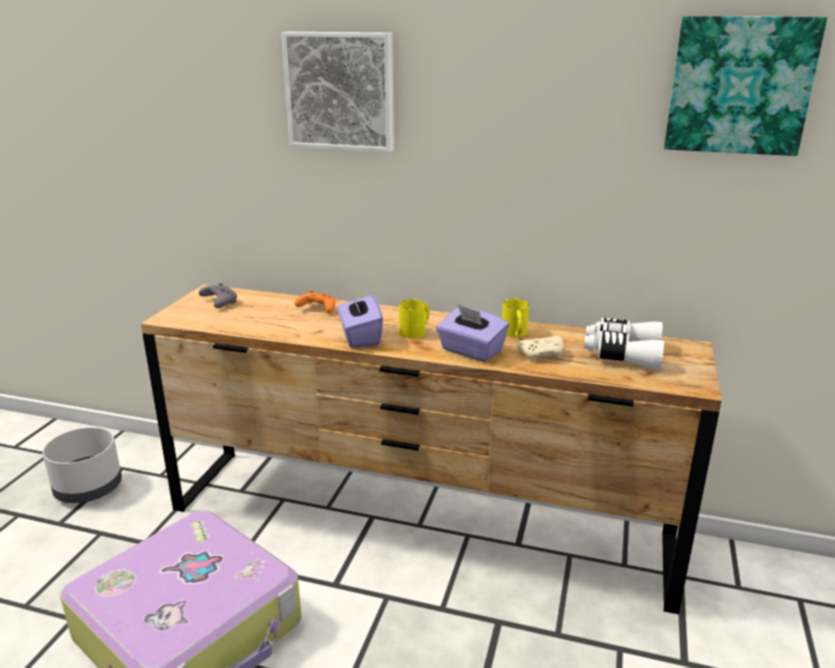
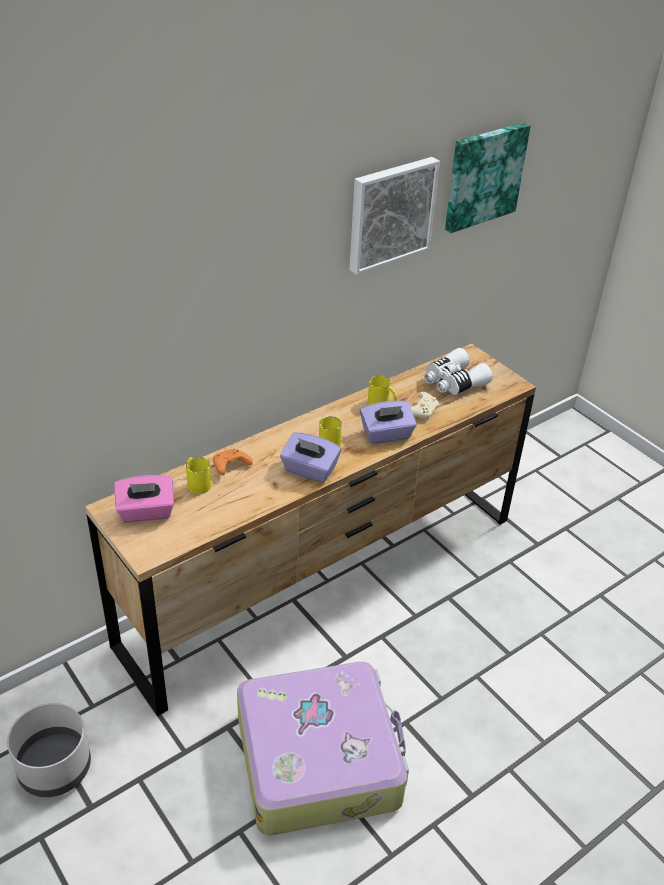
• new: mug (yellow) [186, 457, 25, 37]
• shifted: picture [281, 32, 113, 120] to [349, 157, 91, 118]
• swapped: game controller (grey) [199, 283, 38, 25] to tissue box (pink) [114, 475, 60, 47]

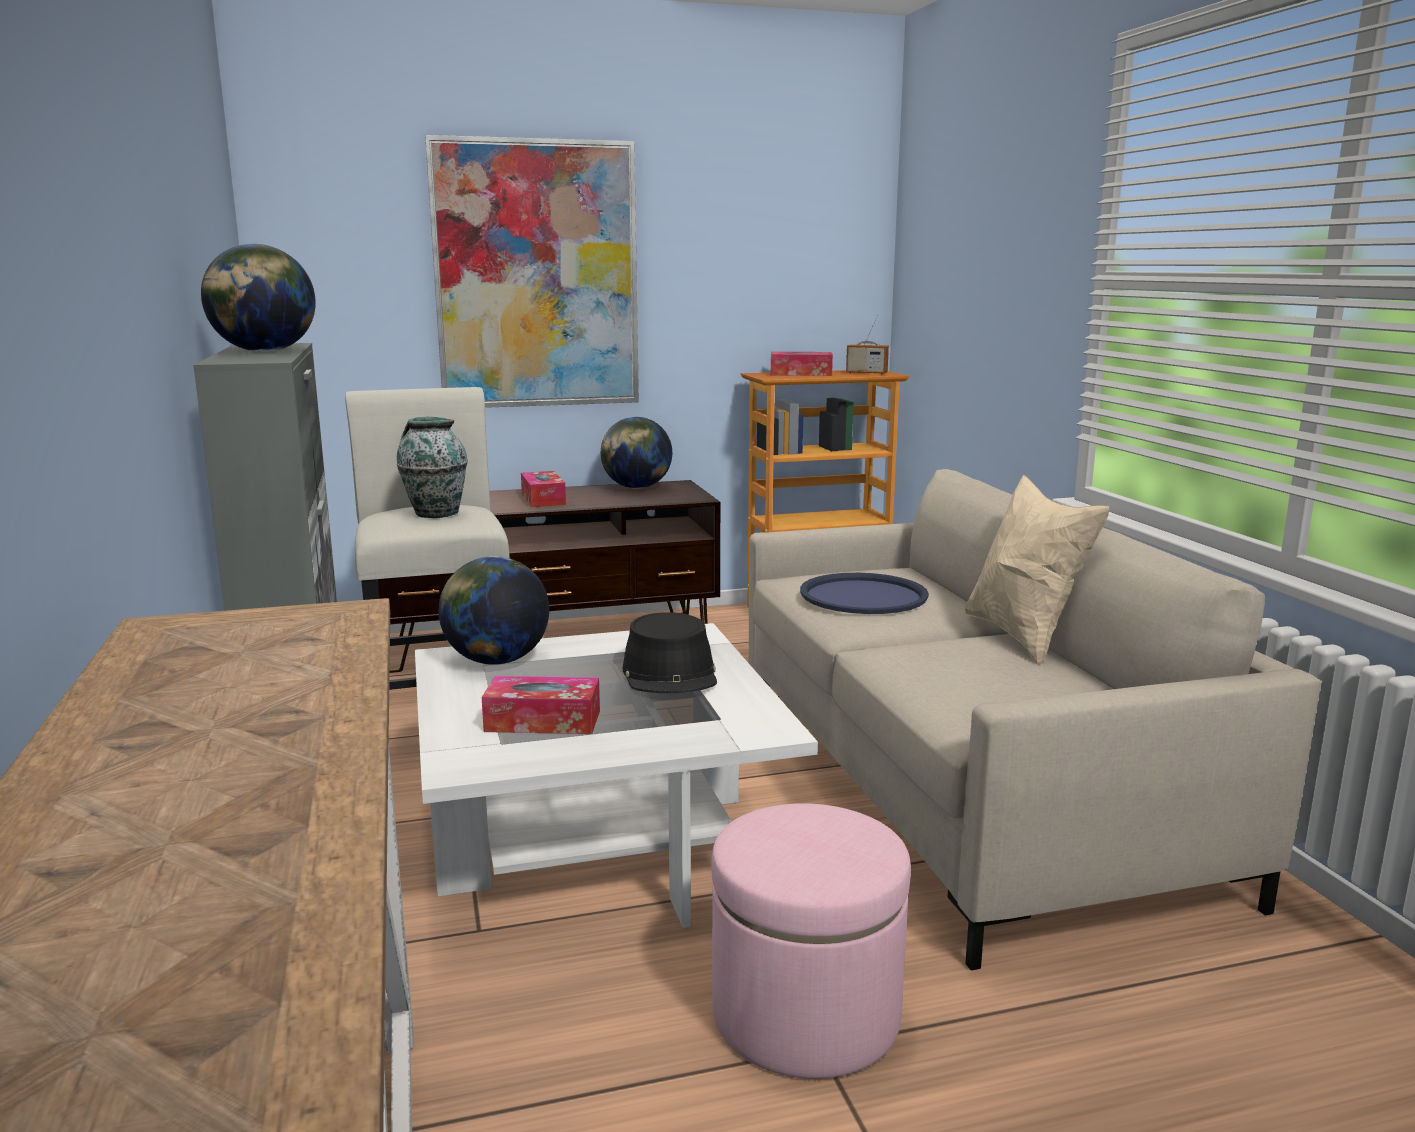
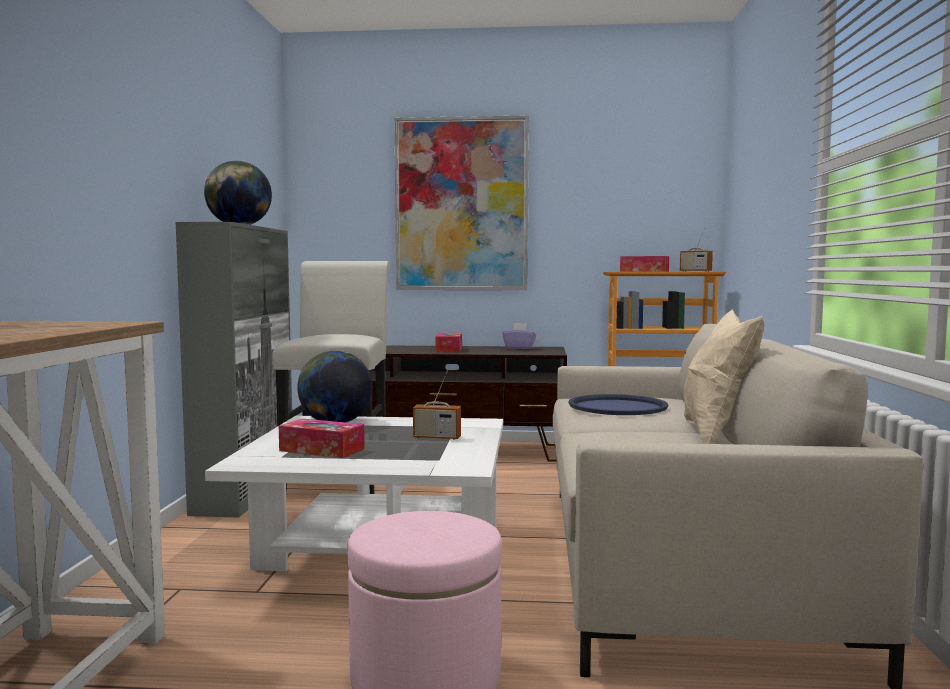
• gone: vase [397, 417, 71, 101]
• swapped: globe [601, 417, 71, 72] to tissue box (purple) [502, 323, 34, 26]
• swapped: hat (black) [622, 612, 95, 81] to radio [413, 371, 48, 69]

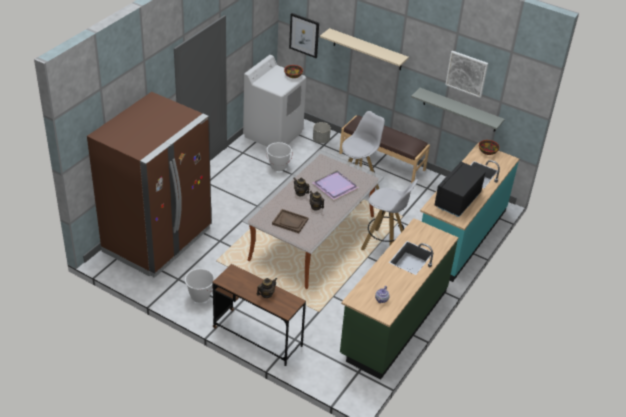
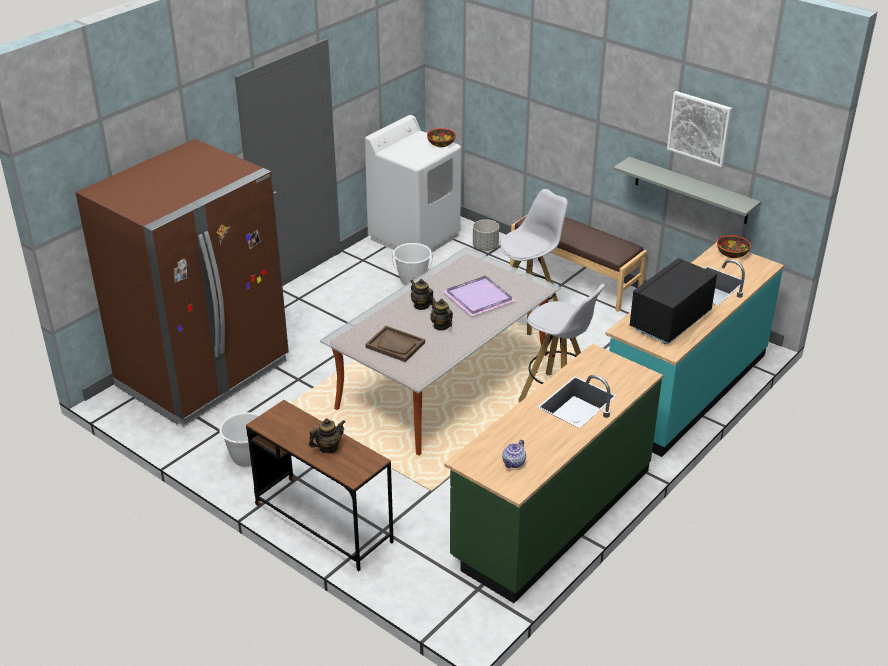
• gone: picture [289, 13, 30, 45]
• gone: shelf (beige) [320, 28, 89, 42]

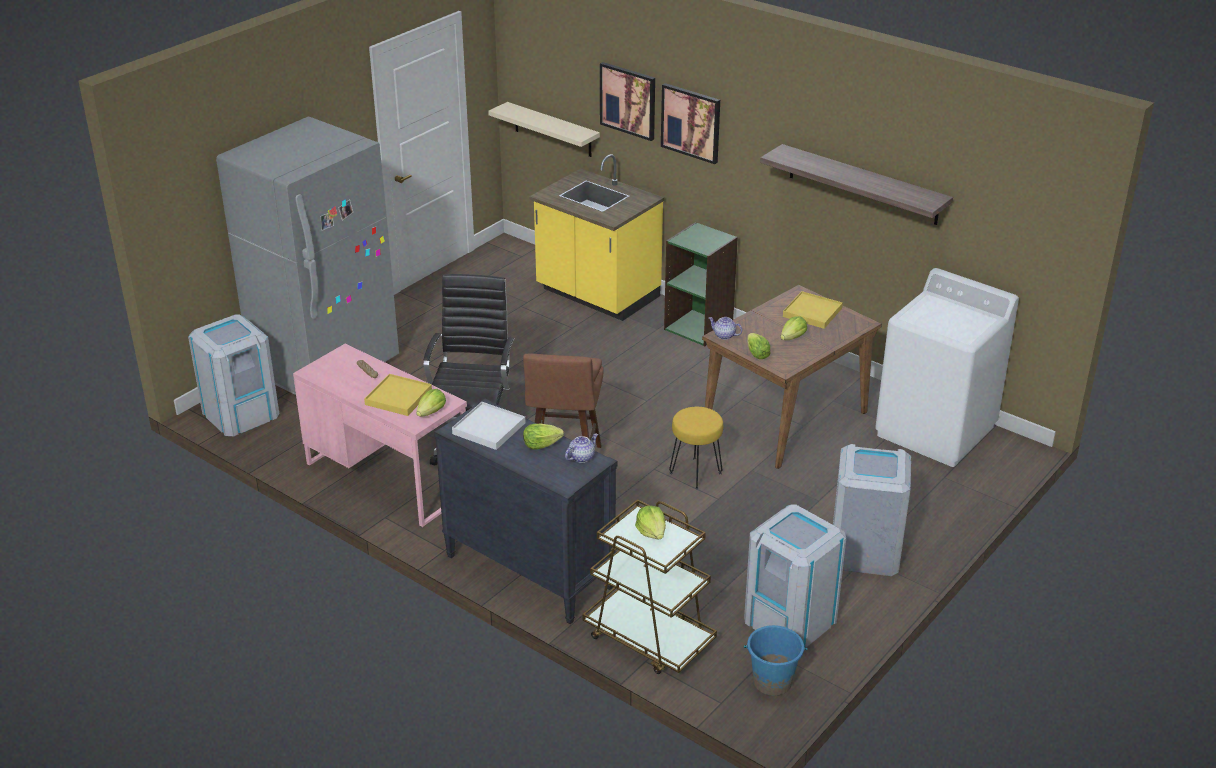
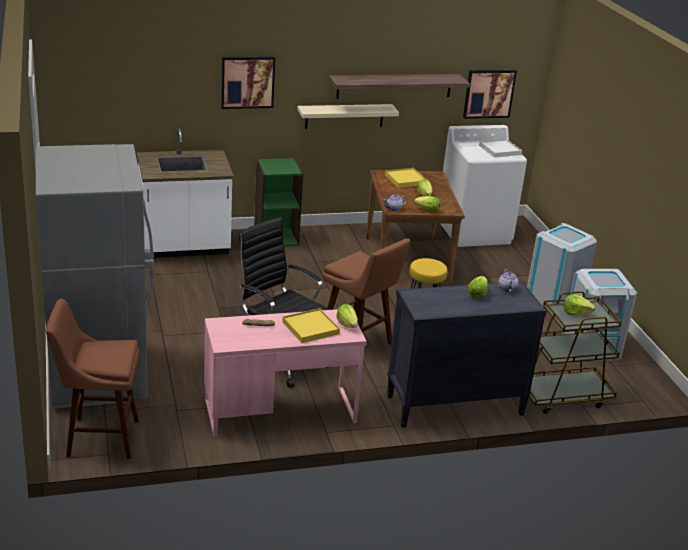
• gone: bucket (blue) [744, 625, 63, 71]
• shifted: tray (white) [452, 402, 73, 48] to [479, 139, 43, 18]
• shifted: shelf (beige) [488, 102, 112, 55] to [297, 104, 102, 25]
• shifted: picture [600, 62, 55, 79] to [463, 70, 54, 49]
• swapped: trash can (grey) [188, 314, 91, 122] to stool (brown) [46, 298, 94, 161]
• repainted: counter (yellow) [530, 154, 134, 167] to counter (white) [137, 128, 97, 130]

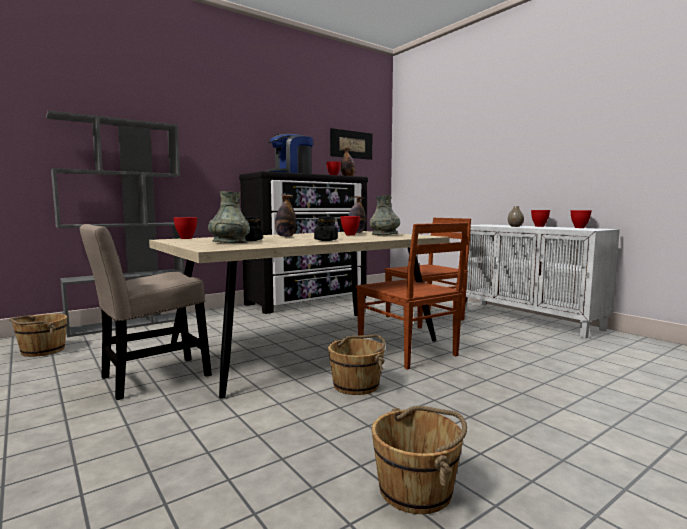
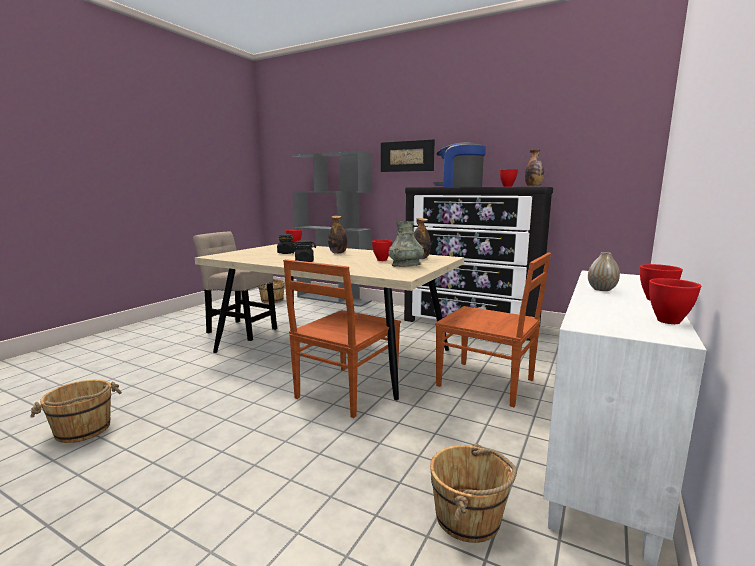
• gone: vase (grey) [208, 191, 42, 52]
• shifted: bucket (brown) [328, 334, 58, 61] to [430, 444, 87, 99]
• shifted: picture [330, 128, 42, 32] to [381, 140, 54, 32]

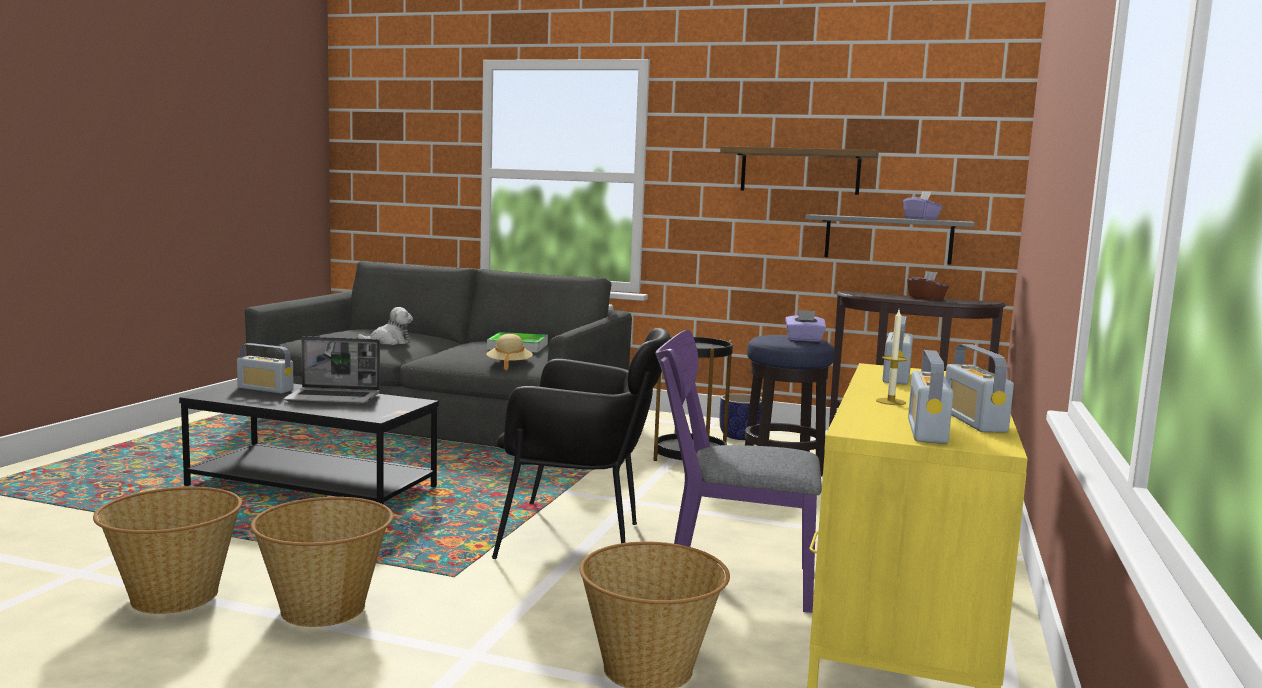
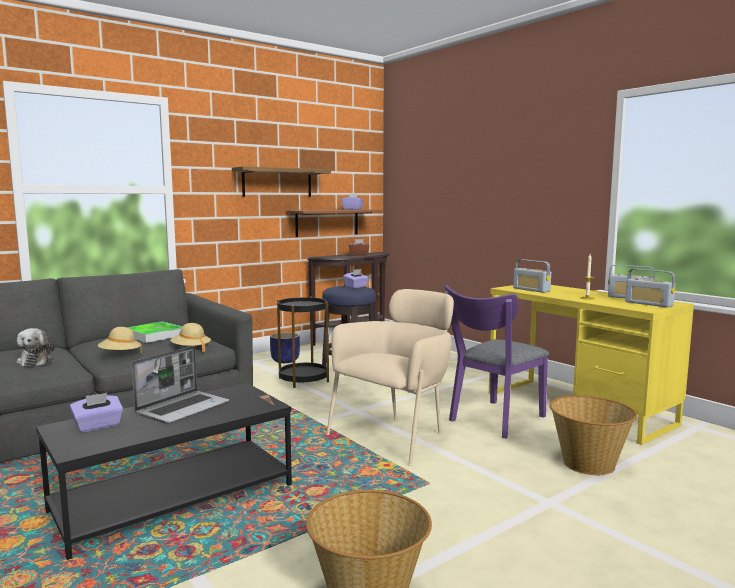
• gone: basket [251, 497, 142, 130]
• new: hat (beige) [98, 327, 44, 27]
• swapped: radio [237, 343, 57, 50] to tissue box (purple) [70, 393, 53, 40]
• repainted: armchair (black) [492, 328, 178, 231] to armchair (beige) [326, 289, 128, 177]
• repainted: shelf (grey) [805, 214, 170, 50] to shelf (brown) [287, 209, 96, 28]
• rotated: plush toy [357, 307, 56, 38] = [16, 328, 39, 39] 150 degrees clockwise

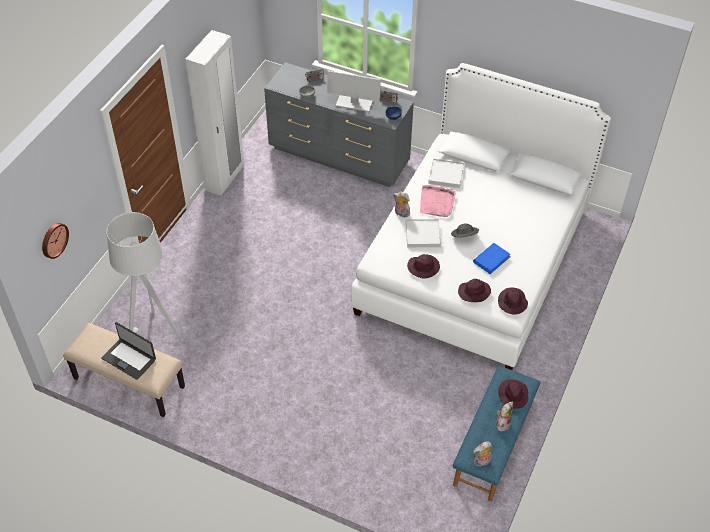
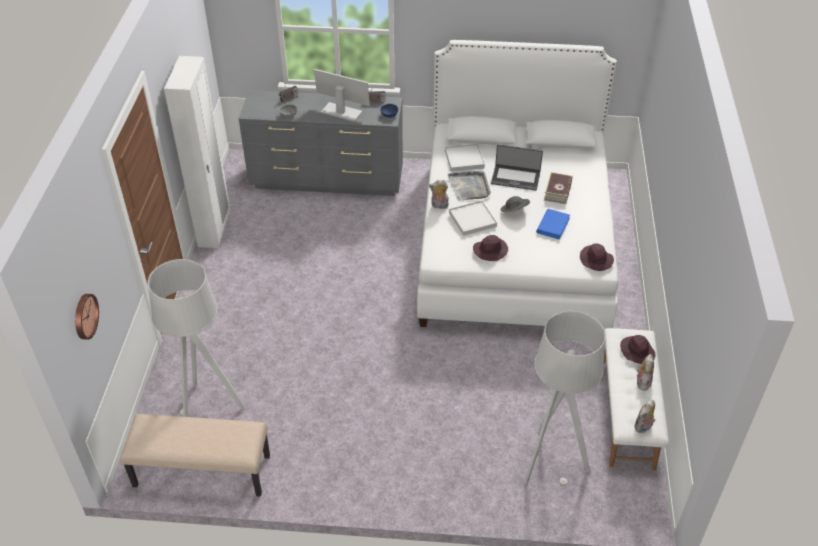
• gone: hat (purple) [458, 279, 33, 23]
• new: floor lamp (grey) [524, 311, 82, 174]
• new: book [544, 172, 28, 32]
• shifted: laptop [101, 322, 55, 58] to [491, 145, 52, 46]
• repainted: tray (pink) [420, 185, 36, 32] to tray (grey) [448, 170, 43, 30]
• repainted: bench (blue) [453, 366, 88, 135] to bench (white) [604, 328, 65, 142]
• rotated: monitor [327, 71, 54, 41] = [314, 69, 56, 53] 150 degrees counterclockwise

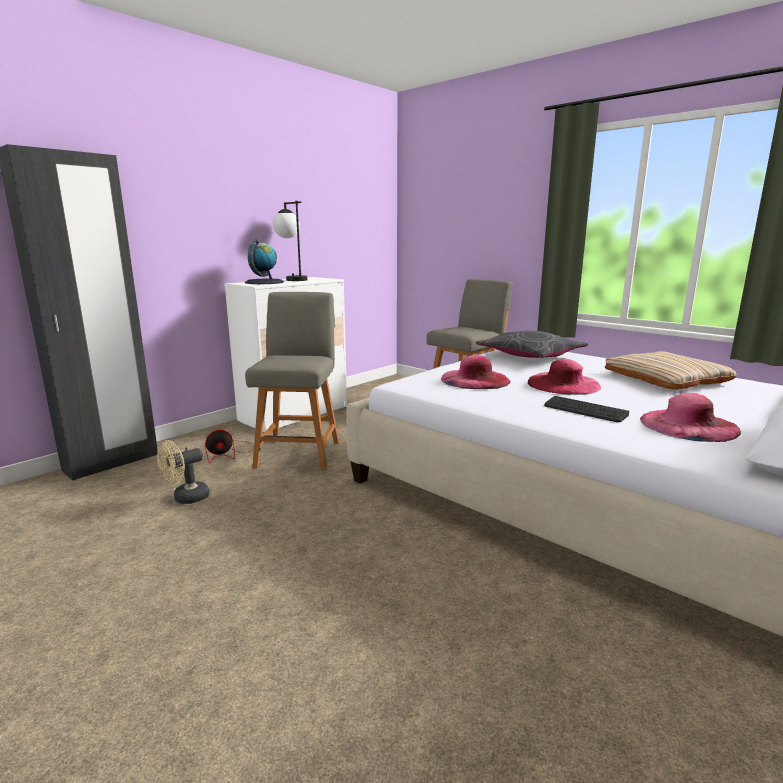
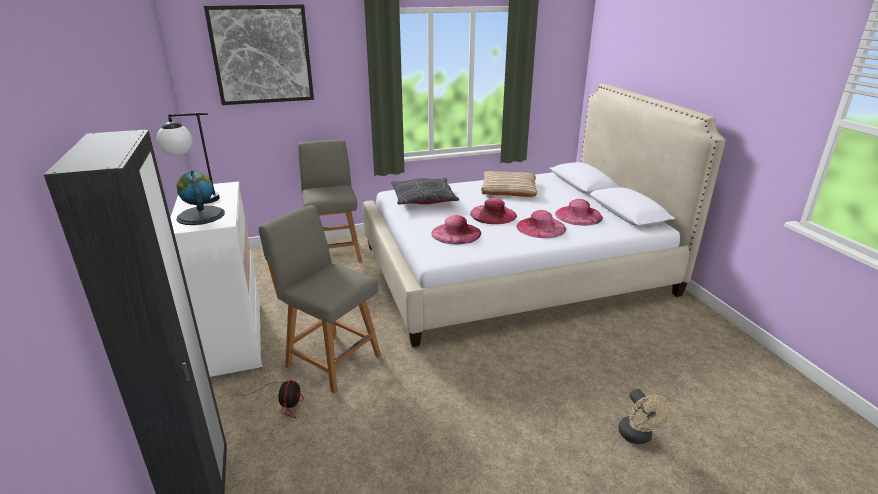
• new: picture [204, 4, 110, 101]
• shifted: fan (beige) [157, 440, 52, 64] to [618, 389, 53, 55]
• swapped: keyboard [544, 396, 85, 26] to hat (pink) [517, 210, 49, 28]

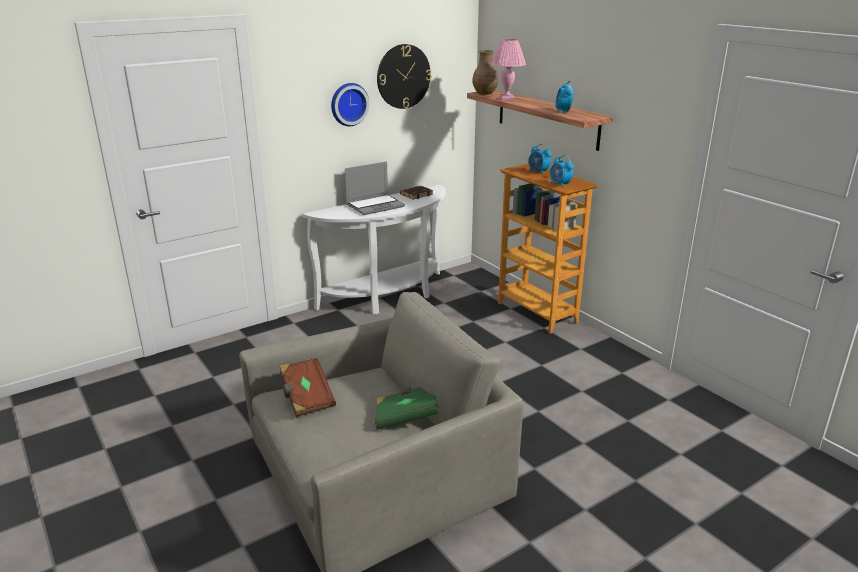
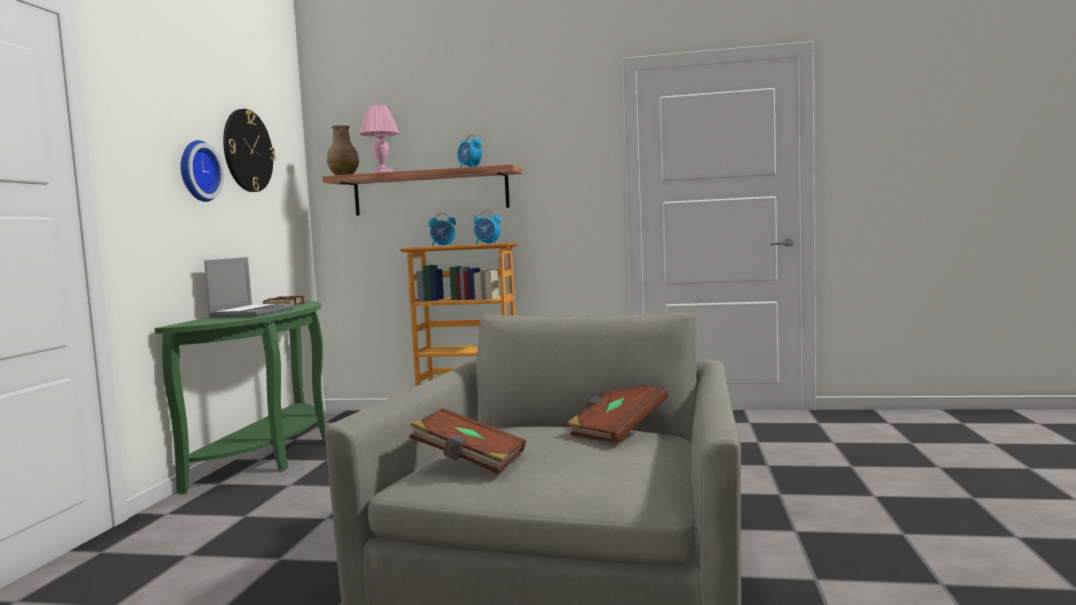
• repainted: console table (white) [302, 185, 144, 129] to console table (green) [155, 300, 171, 194]
• repainted: book (green) [375, 387, 63, 42] to book (brown) [567, 385, 101, 58]

